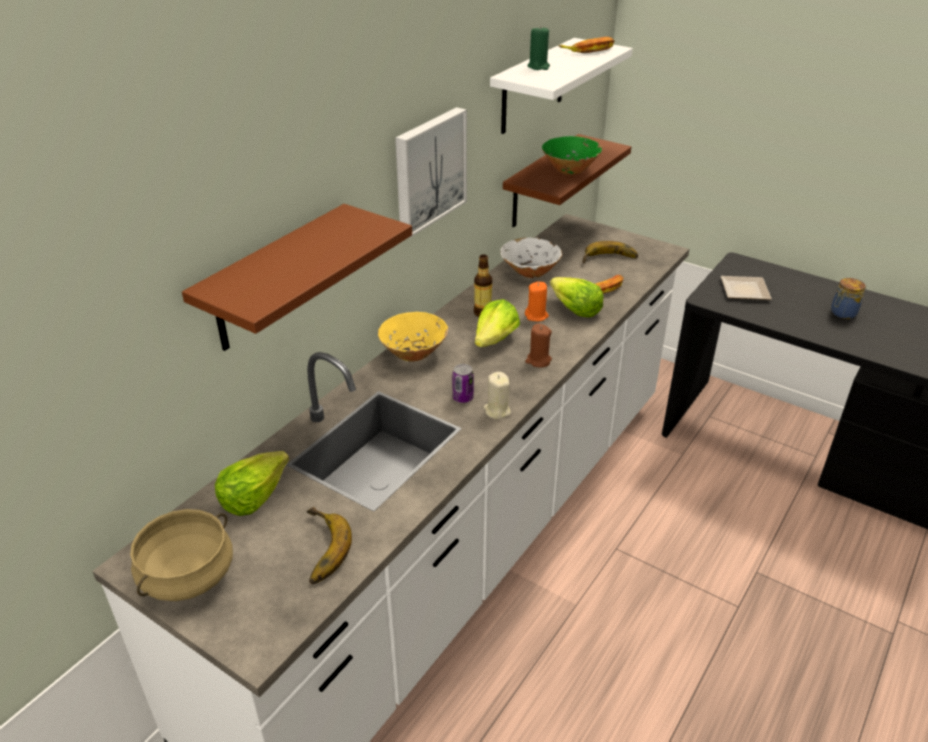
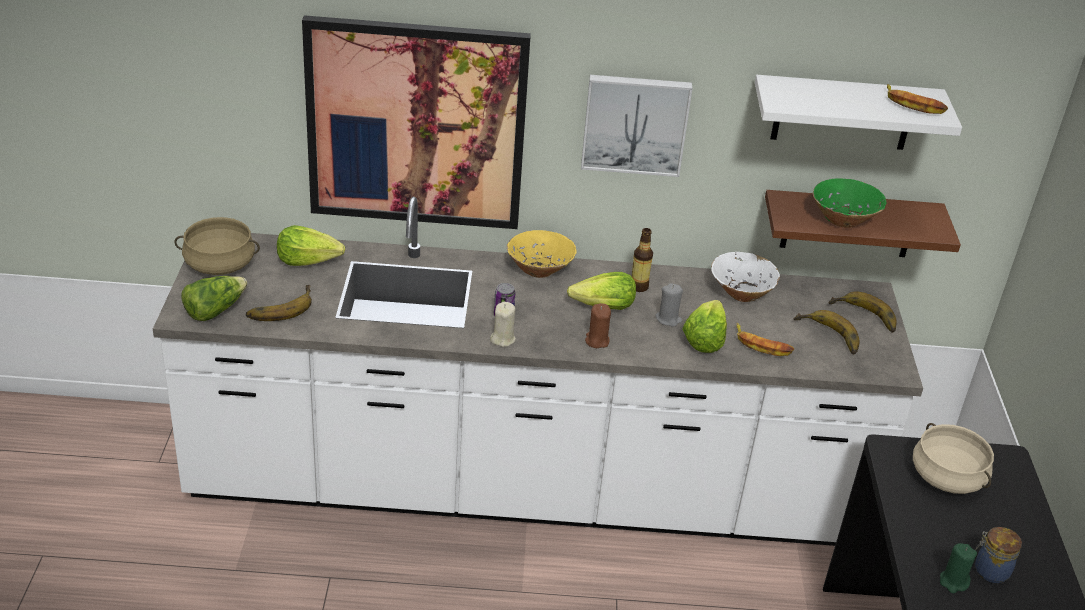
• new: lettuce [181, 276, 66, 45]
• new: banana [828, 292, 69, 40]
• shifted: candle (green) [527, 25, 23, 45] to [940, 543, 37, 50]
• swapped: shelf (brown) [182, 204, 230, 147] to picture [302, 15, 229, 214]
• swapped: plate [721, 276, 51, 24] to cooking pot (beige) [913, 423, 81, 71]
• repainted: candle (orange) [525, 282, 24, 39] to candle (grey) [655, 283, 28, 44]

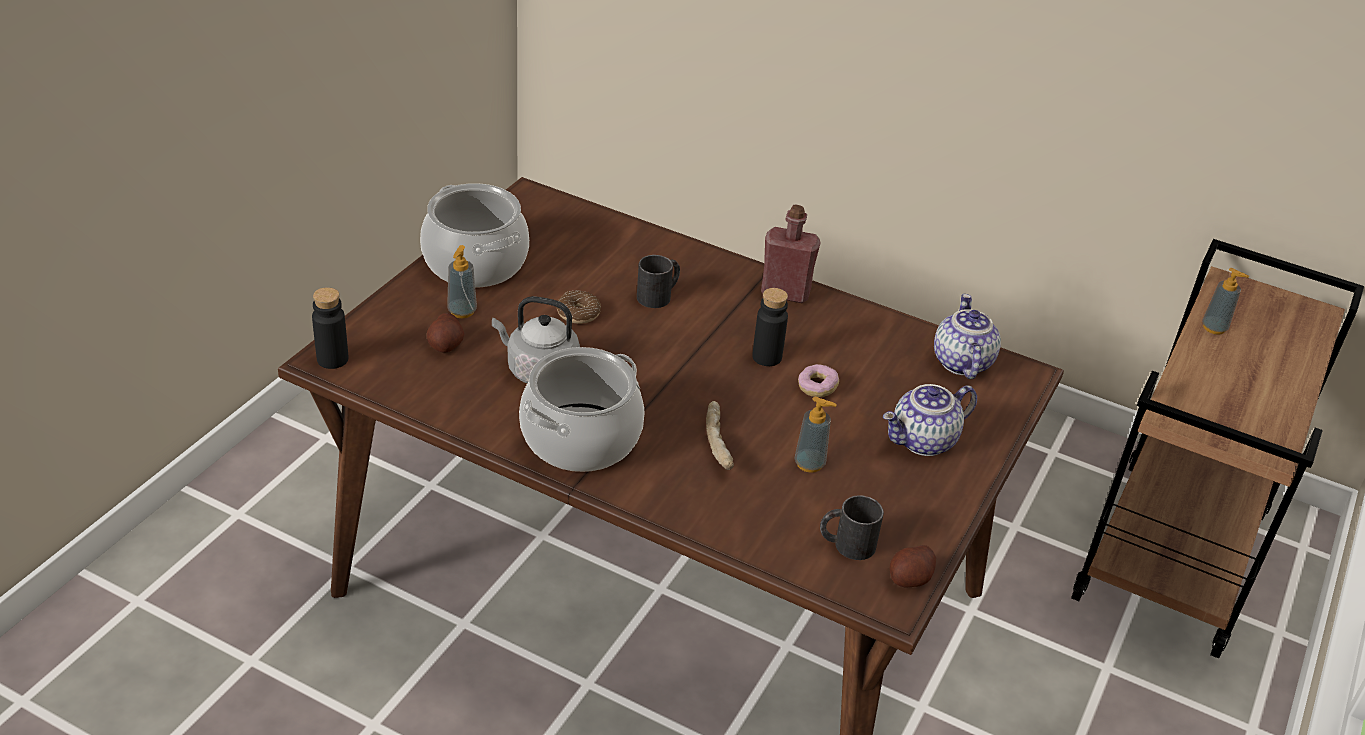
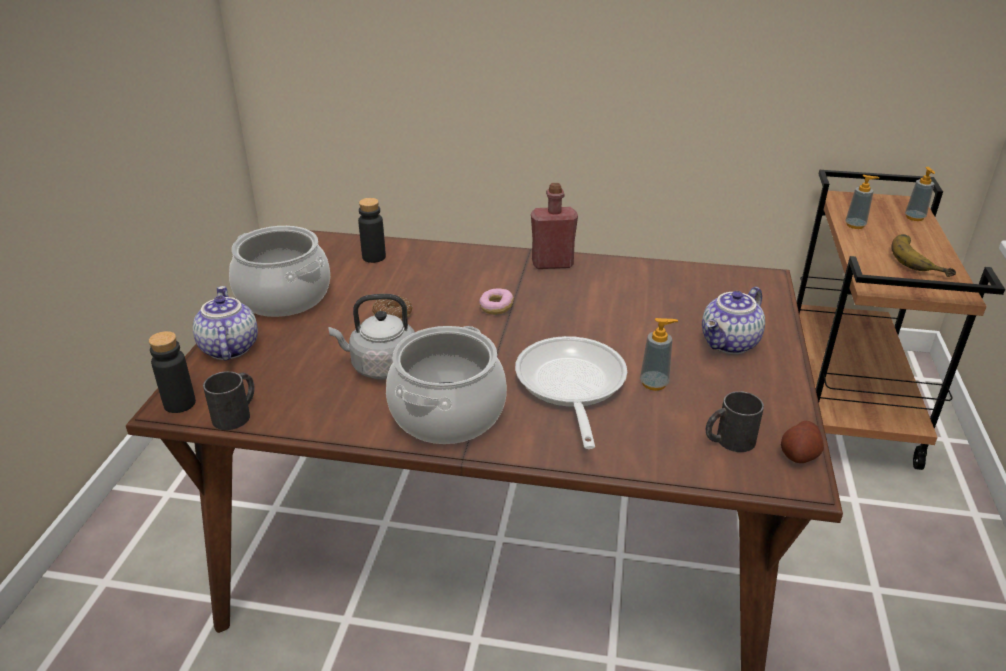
• gone: potato [427, 313, 37, 40]
• new: banana [891, 234, 65, 43]
• shifted: soap dispenser [447, 245, 30, 74] to [905, 167, 30, 54]
• shifted: mug (black) [637, 255, 43, 53] to [203, 371, 51, 59]
• shifted: bottle (black) [752, 288, 36, 78] to [358, 198, 28, 65]
• shifted: donut [798, 364, 41, 33] to [479, 288, 35, 27]
• shifted: teapot [934, 294, 67, 85] to [193, 286, 65, 75]
• swapped: bread [706, 401, 28, 69] to frying pan [515, 336, 112, 113]

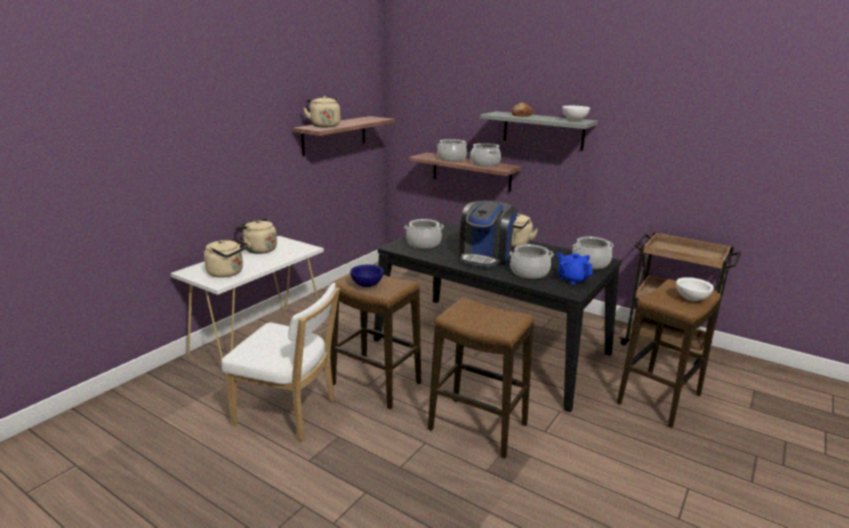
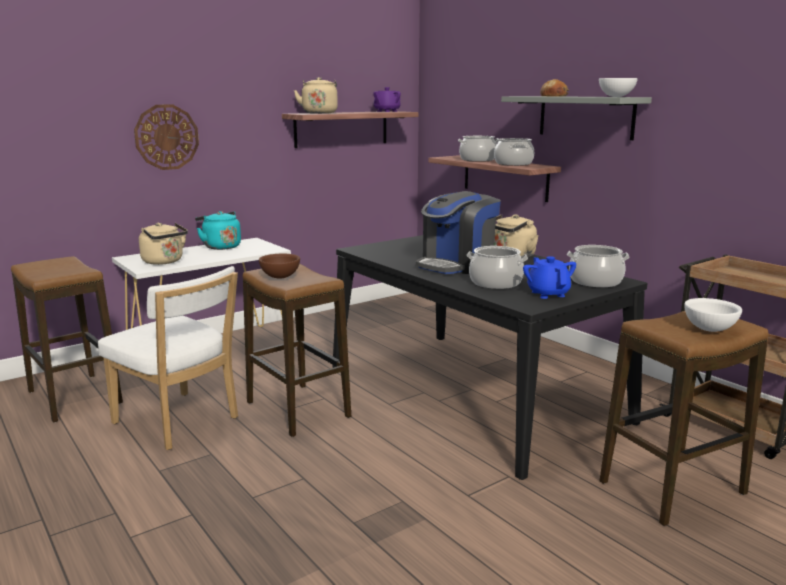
• gone: cooking pot [404, 219, 40, 30]
• new: wall clock [134, 104, 65, 66]
• new: teapot (purple) [373, 87, 28, 25]
• shifted: stool [428, 298, 106, 161] to [11, 256, 112, 166]
• repainted: kettle (beige) [235, 218, 42, 36] to kettle (turquoise) [195, 211, 46, 39]
• repainted: bowl (blue) [350, 265, 34, 22] to bowl (brown) [259, 254, 41, 25]

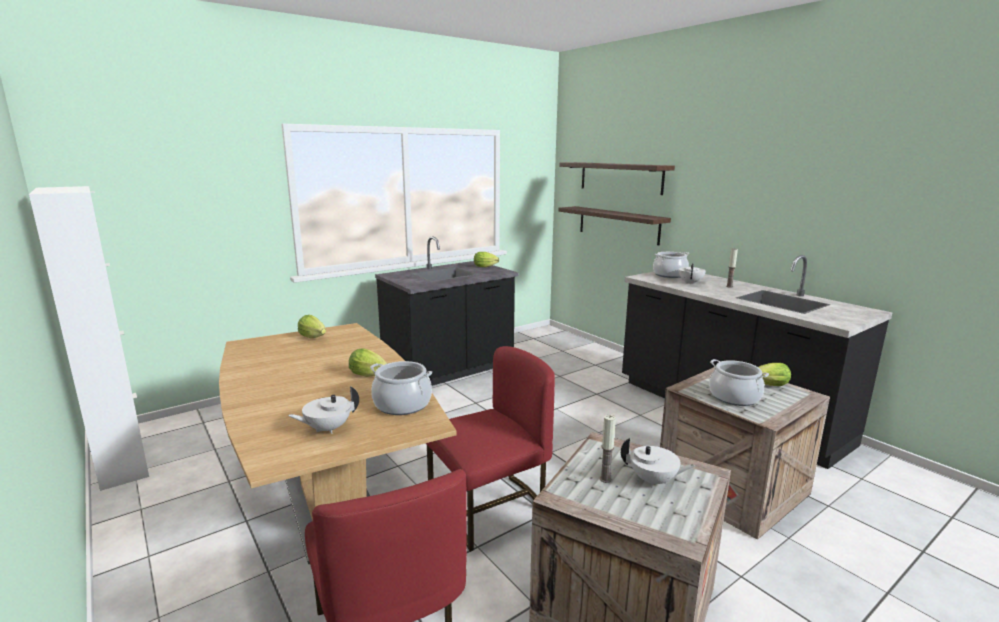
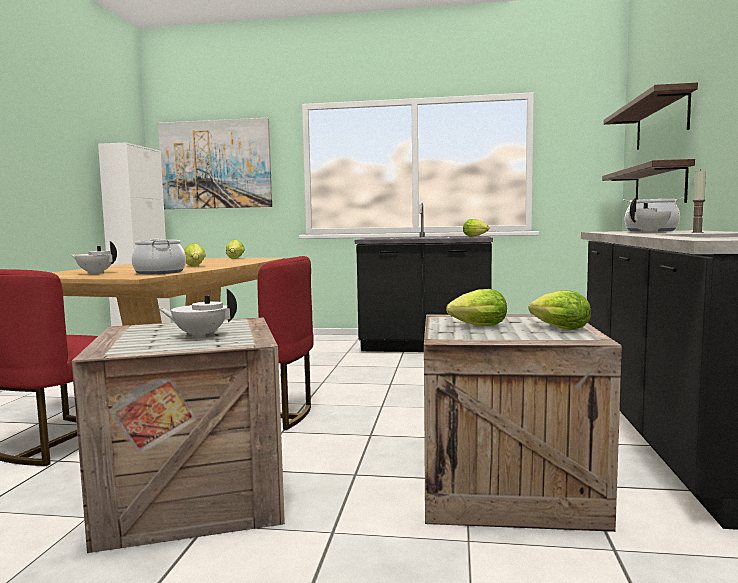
• gone: candle [600, 415, 16, 68]
• new: picture [158, 118, 114, 91]
• swapped: cooking pot [709, 359, 60, 47] to lettuce [446, 289, 61, 37]
• rotated: teapot (white) [621, 438, 74, 50] = [159, 289, 78, 50] 120 degrees clockwise

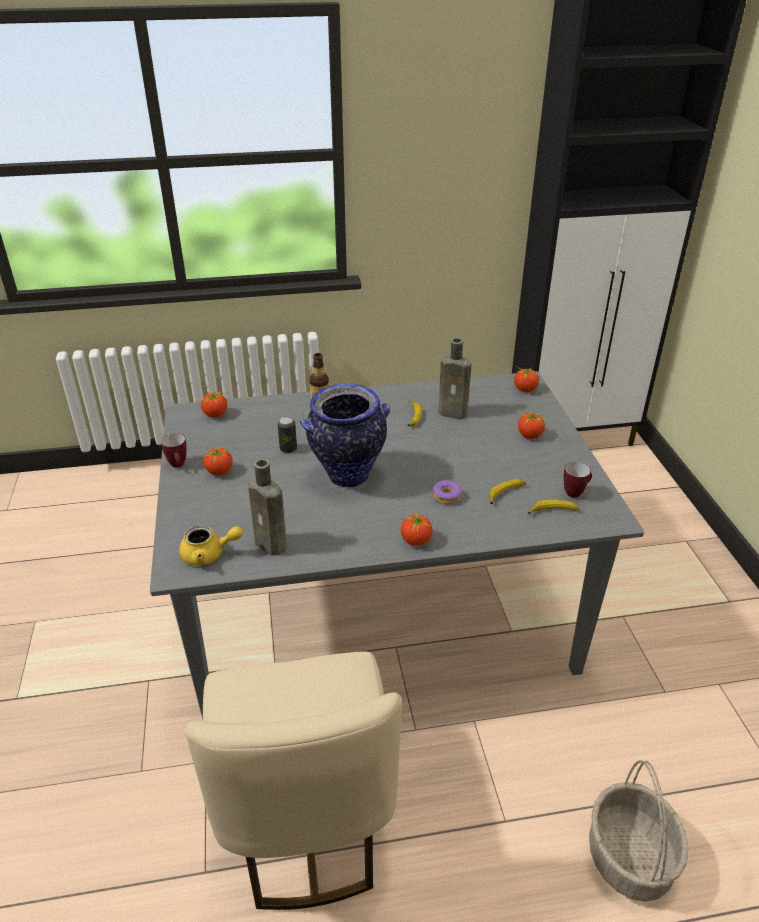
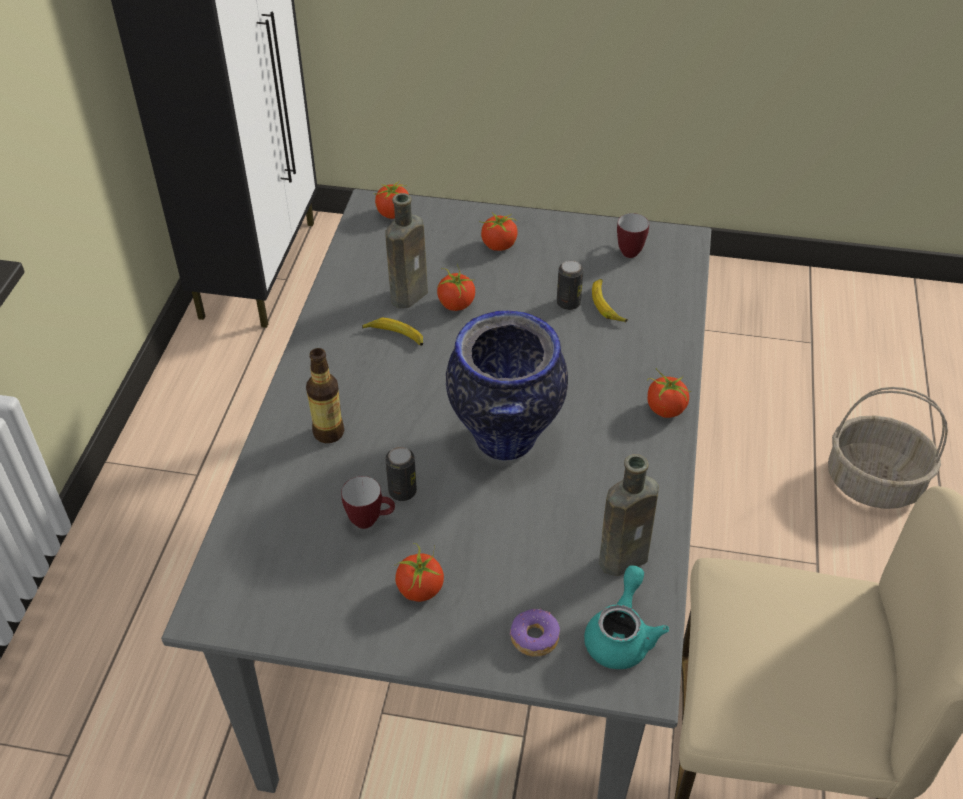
• gone: banana [528, 500, 51, 15]
• new: can [557, 260, 26, 50]
• shifted: mug [161, 433, 26, 35] to [341, 476, 54, 53]
• shifted: tomato [201, 388, 26, 30] to [437, 263, 38, 48]
• shifted: donut [433, 480, 29, 24] to [510, 608, 50, 49]
• repainted: teapot (yellow) [179, 525, 64, 40] to teapot (turquoise) [584, 565, 85, 104]

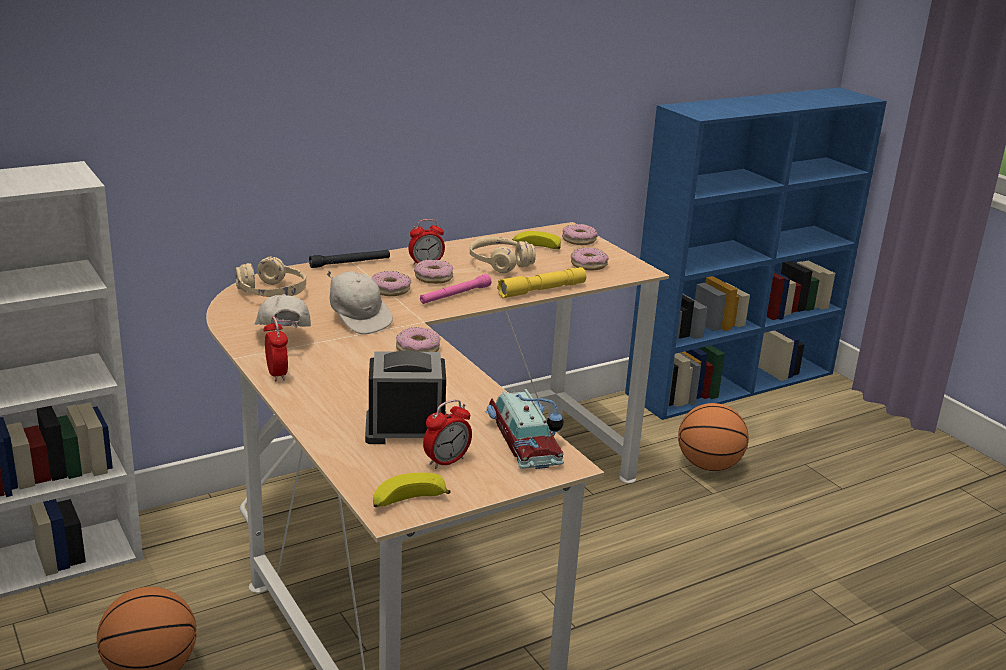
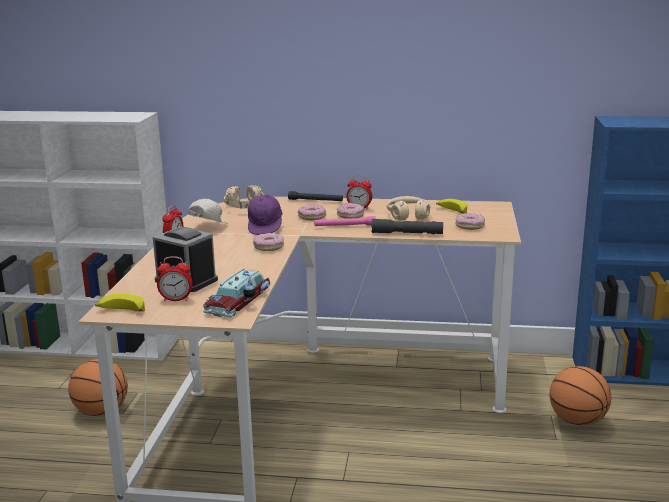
• gone: donut [562, 224, 36, 21]
• repainted: cap (white) [326, 271, 67, 64] to cap (purple) [248, 194, 35, 41]
• repainted: flashlight (yellow) [497, 267, 89, 31] to flashlight (grey) [371, 219, 72, 15]

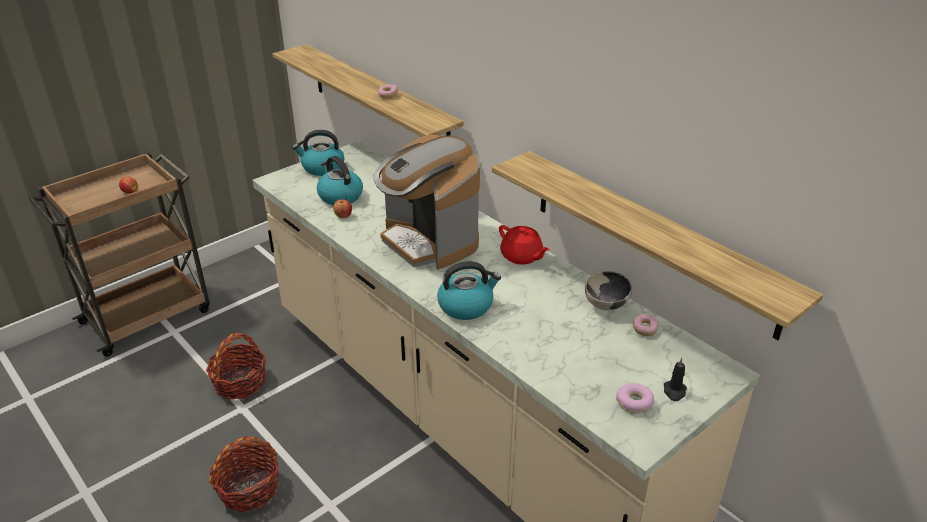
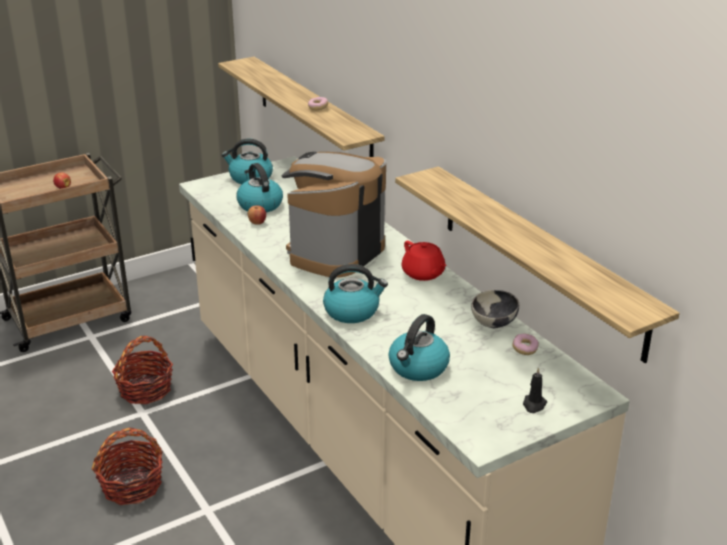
• gone: donut [616, 383, 38, 31]
• new: kettle [388, 314, 62, 67]
• rotated: coffee machine [374, 135, 106, 134] = [282, 152, 104, 126] 60 degrees clockwise

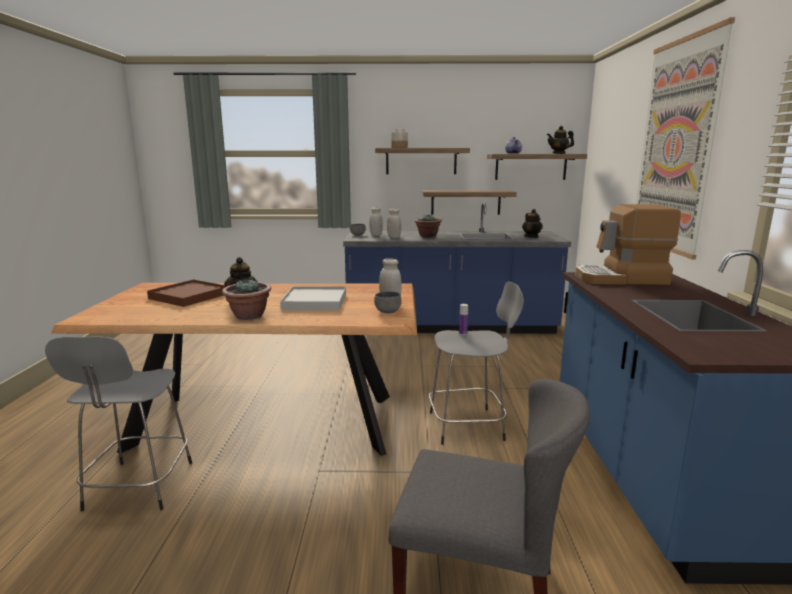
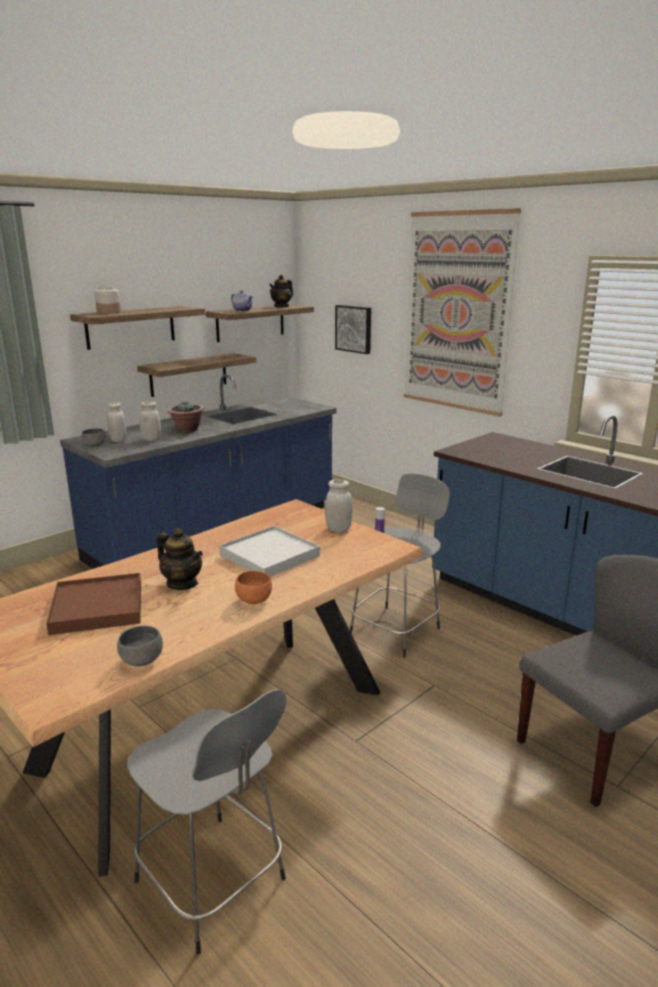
• gone: teapot [522, 209, 21, 29]
• gone: coffee machine [575, 204, 106, 81]
• new: picture [335, 305, 36, 49]
• shifted: bowl (grey) [374, 291, 27, 22] to [117, 625, 46, 41]
• swapped: potted plant [222, 279, 49, 41] to bowl (orange) [235, 571, 37, 33]

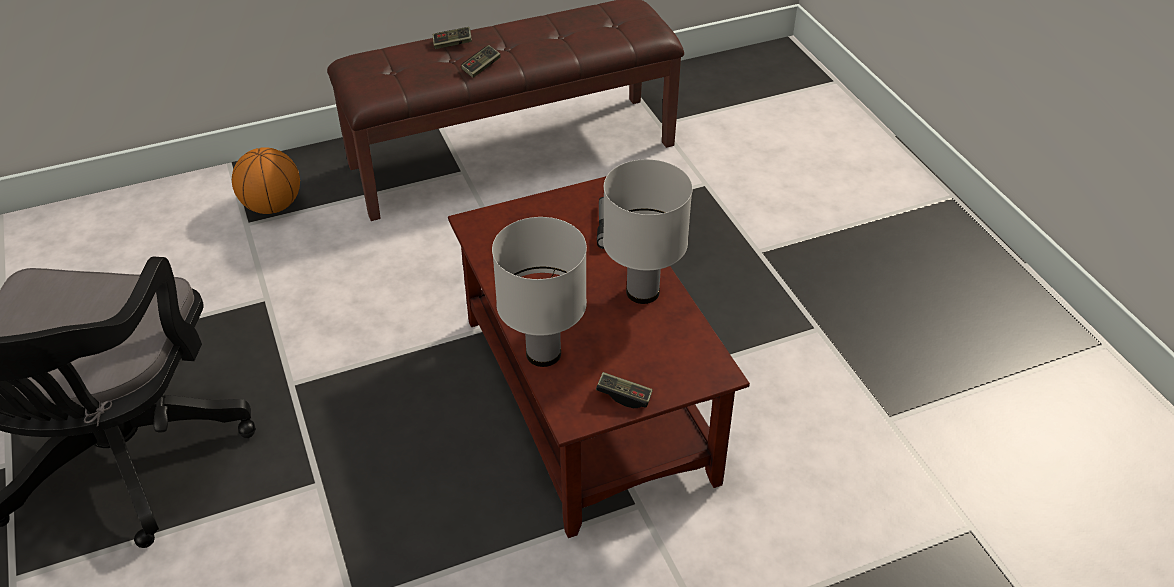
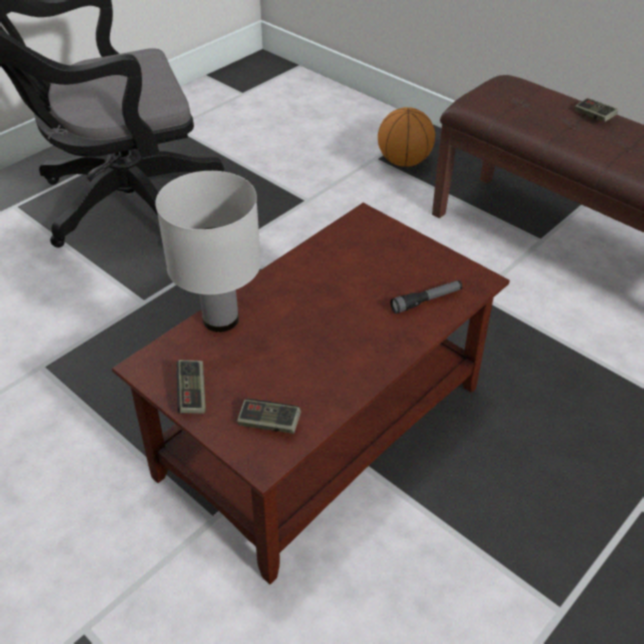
• gone: table lamp (white) [603, 159, 90, 145]
• shifted: game controller [461, 45, 40, 33] to [237, 399, 64, 35]

